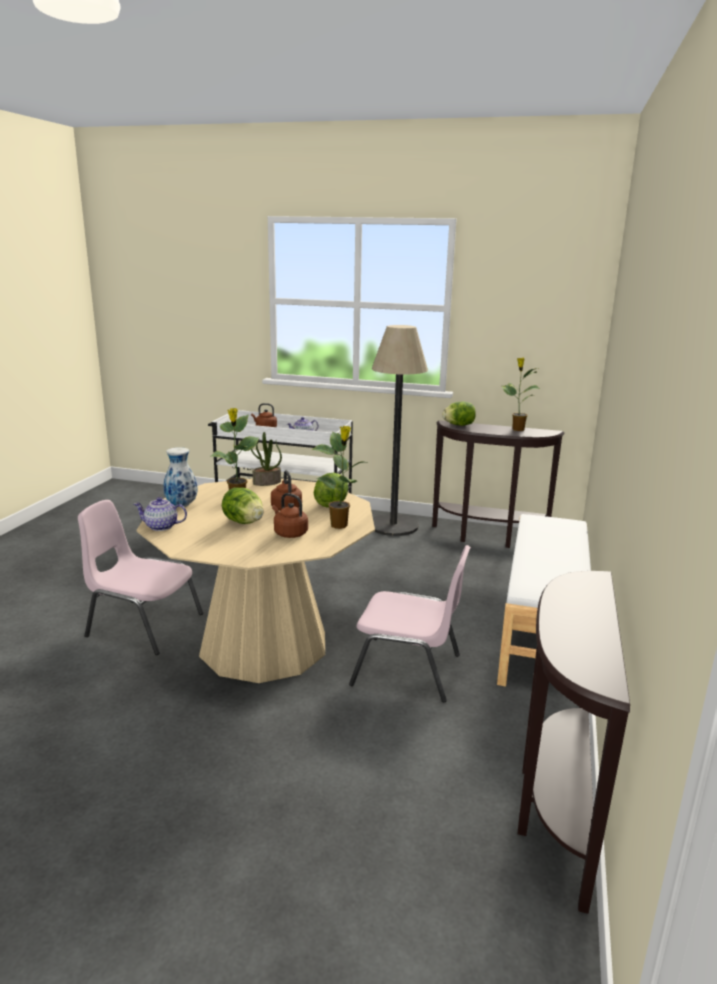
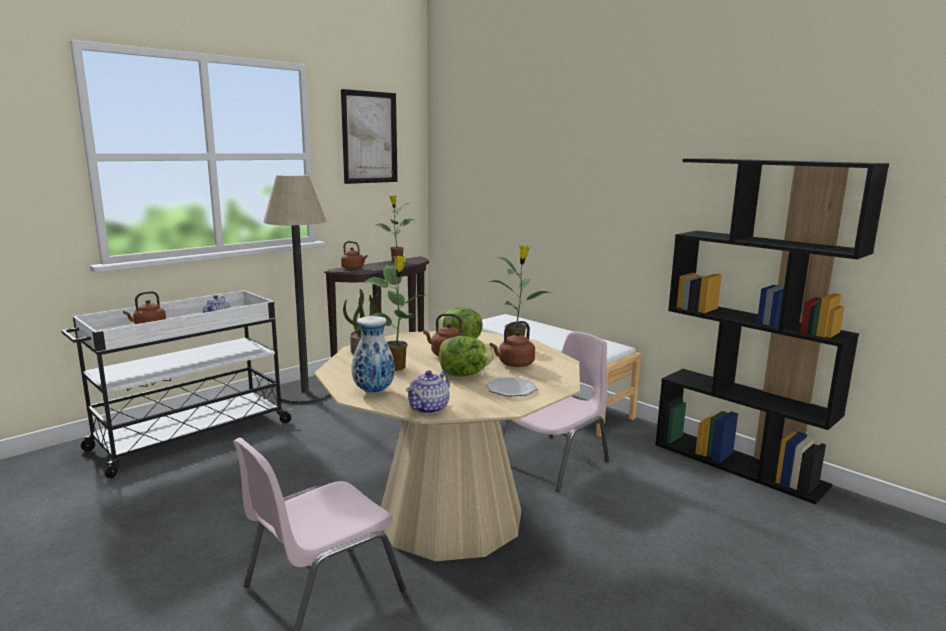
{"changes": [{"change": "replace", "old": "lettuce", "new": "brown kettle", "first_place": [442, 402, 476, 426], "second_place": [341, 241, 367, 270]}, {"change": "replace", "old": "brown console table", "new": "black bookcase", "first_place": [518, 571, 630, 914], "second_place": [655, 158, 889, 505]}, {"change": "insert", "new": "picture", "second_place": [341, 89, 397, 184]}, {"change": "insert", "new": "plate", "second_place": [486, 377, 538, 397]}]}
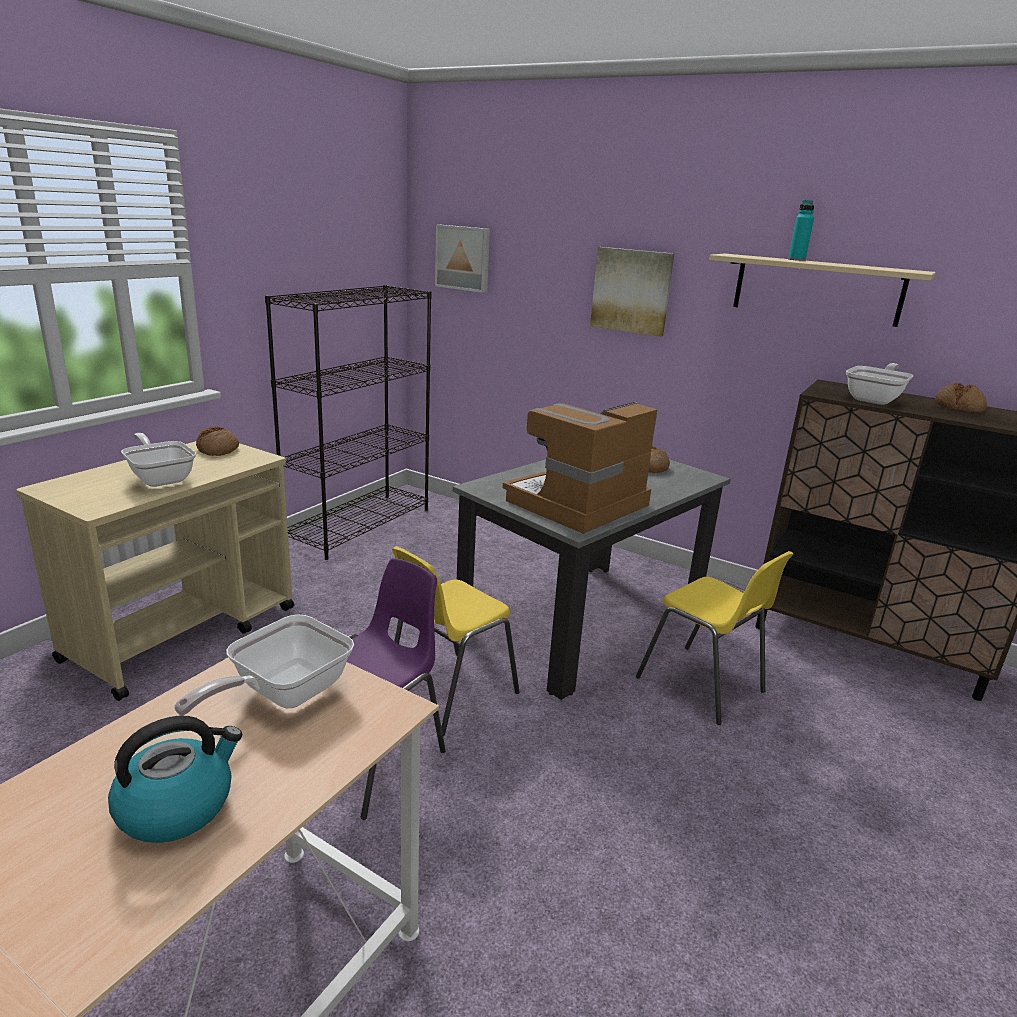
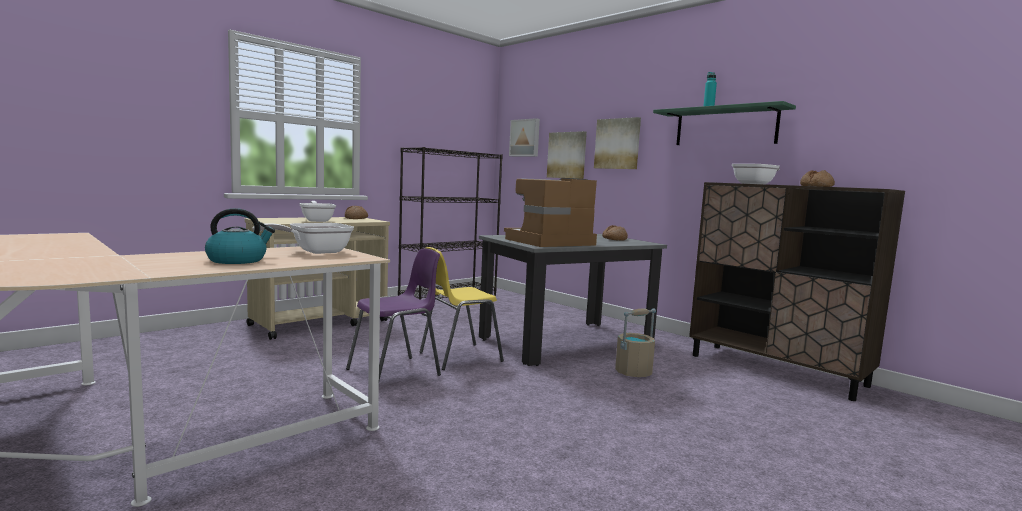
{"changes": [{"change": "recolor", "old": "beige shelf", "new": "green shelf", "first_place": [709, 253, 936, 327], "second_place": [653, 101, 796, 145]}, {"change": "replace", "old": "yellow chair", "new": "beige bucket", "first_place": [636, 551, 794, 725], "second_place": [615, 308, 656, 377]}, {"change": "insert", "new": "picture", "second_place": [547, 131, 587, 179]}]}
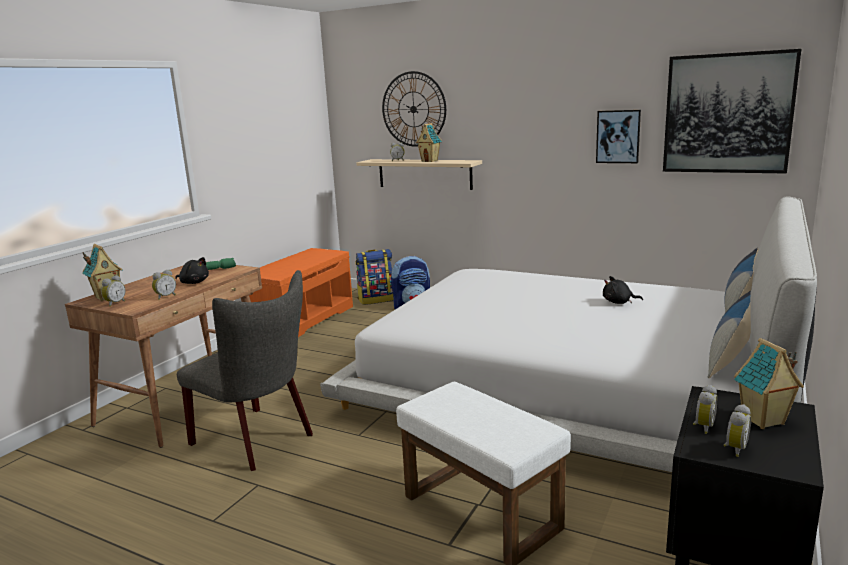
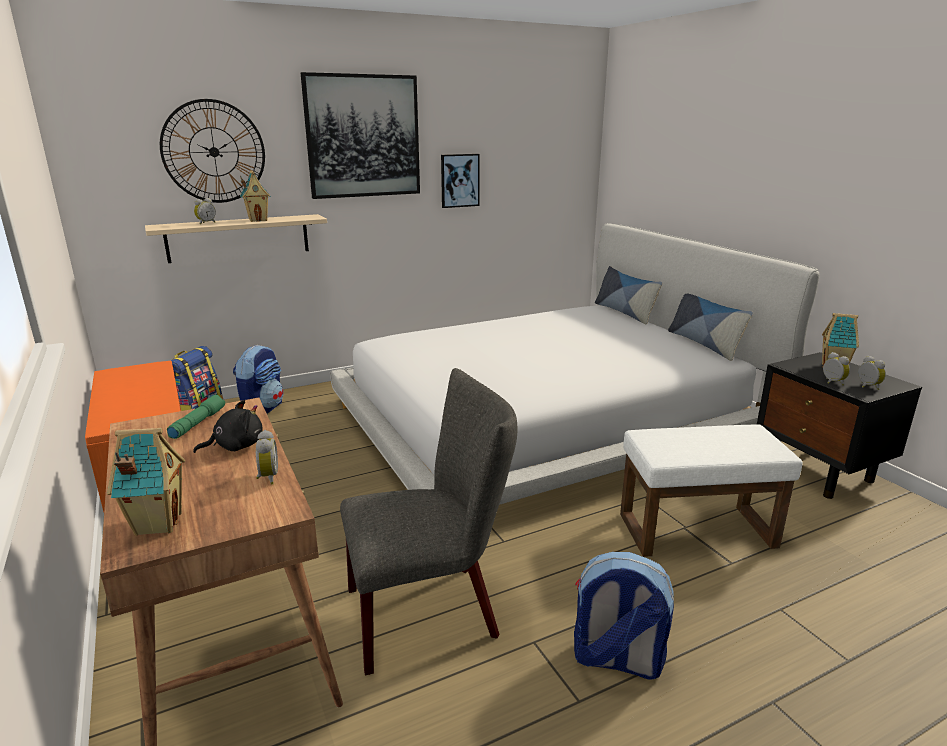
{"changes": [{"change": "move", "old": "picture", "first_place": [663, 49, 801, 174], "second_place": [301, 72, 420, 199]}, {"change": "delete", "old": "alarm clock", "first_place": [101, 275, 125, 307]}, {"change": "delete", "old": "black plush toy", "first_place": [603, 276, 643, 304]}, {"change": "insert", "new": "backpack", "second_place": [574, 552, 674, 680]}]}
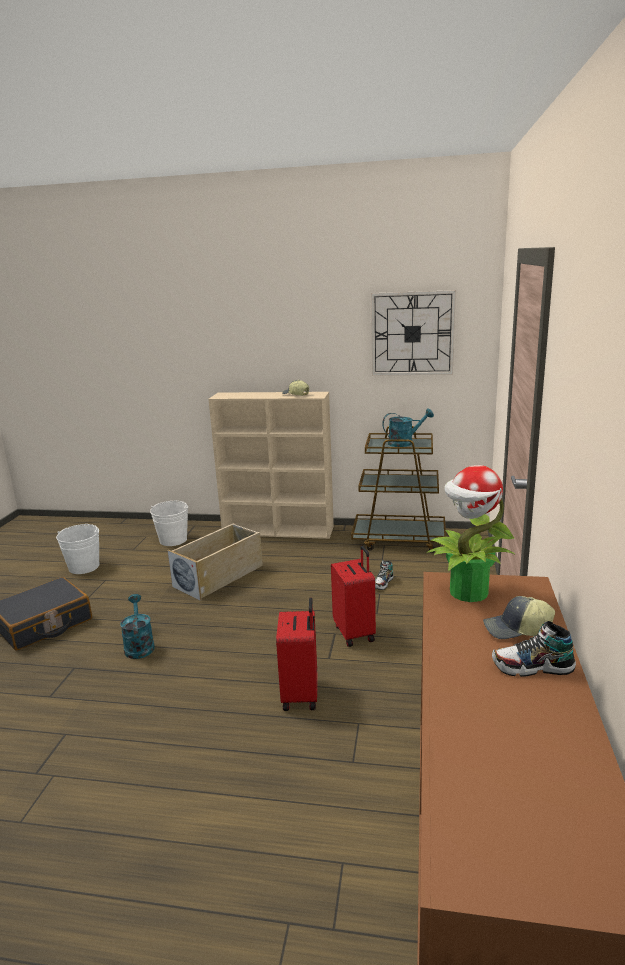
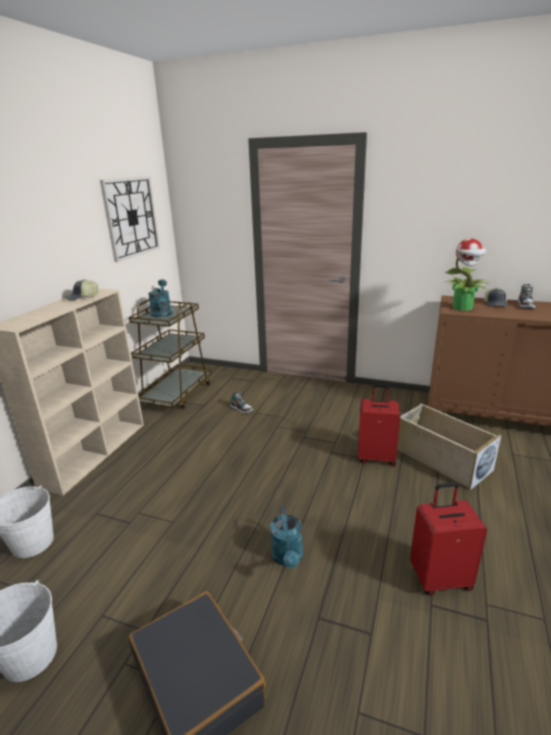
{"changes": [{"change": "move", "old": "beige storage box", "first_place": [167, 523, 263, 601], "second_place": [397, 404, 502, 490]}, {"change": "move", "old": "red suitcase", "first_place": [331, 546, 376, 647], "second_place": [410, 482, 487, 596]}, {"change": "rotate", "old": "turquoise watering can", "first_place": [120, 594, 155, 659], "second_place": [270, 505, 303, 568], "degrees": -90}]}
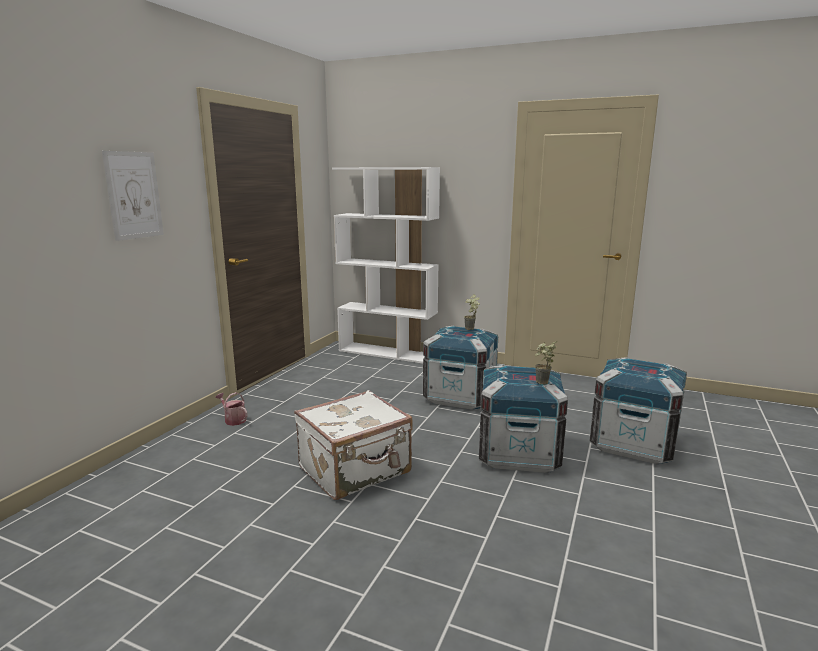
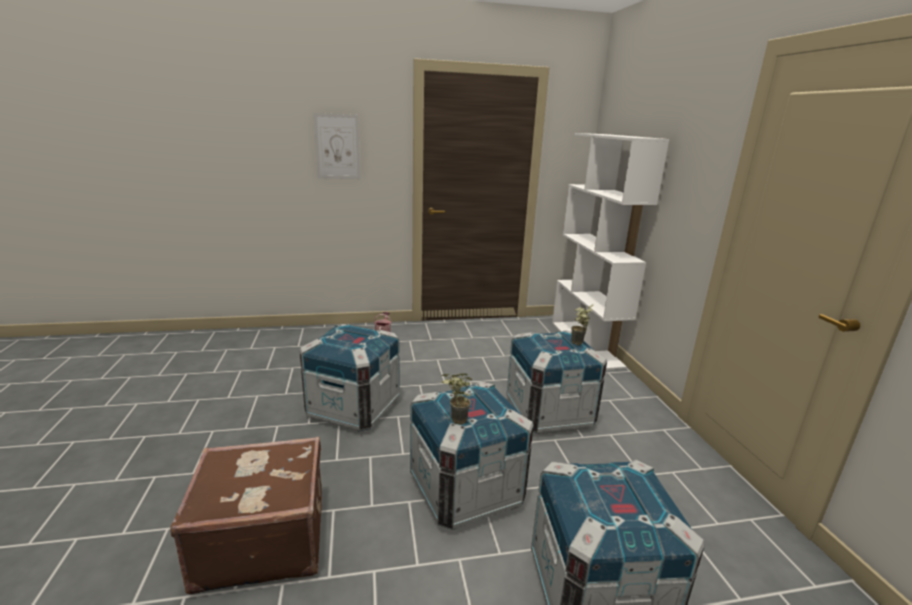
{"changes": [{"change": "replace", "old": "white suitcase", "new": "crate", "first_place": [294, 390, 413, 500], "second_place": [299, 324, 400, 432]}, {"change": "insert", "new": "brown suitcase", "second_place": [170, 437, 322, 594]}]}
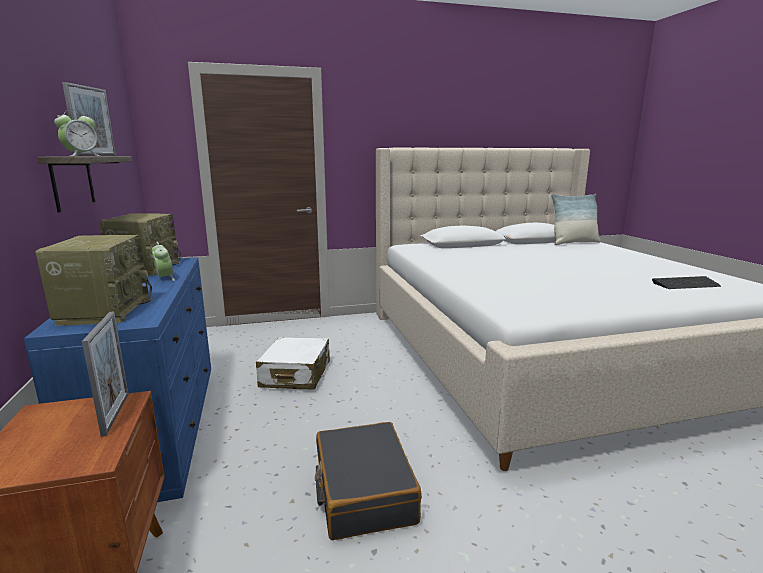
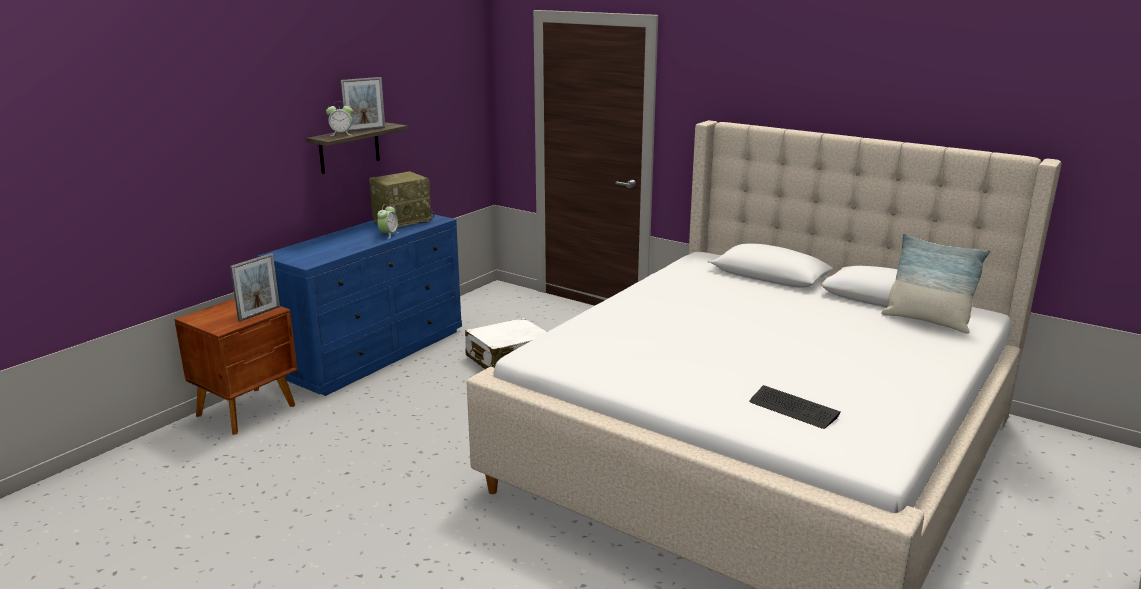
{"changes": [{"change": "delete", "old": "radio", "first_place": [36, 235, 152, 326]}, {"change": "delete", "old": "black suitcase", "first_place": [315, 422, 422, 540]}]}
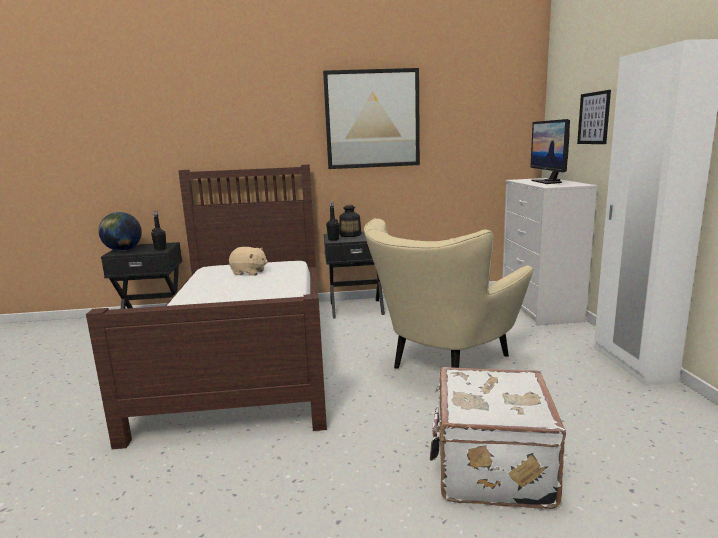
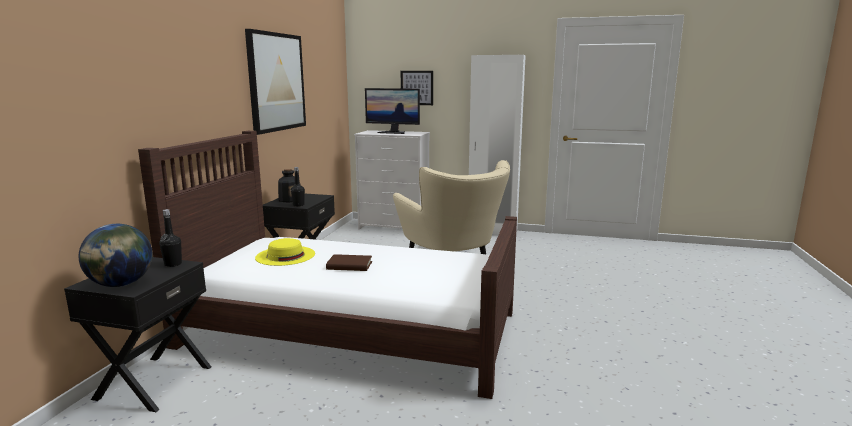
{"changes": [{"change": "replace", "old": "beige plush toy", "new": "yellow hat", "first_place": [229, 247, 268, 276], "second_place": [255, 238, 315, 266]}, {"change": "delete", "old": "white suitcase", "first_place": [430, 367, 566, 509]}, {"change": "insert", "new": "brown book", "second_place": [326, 254, 372, 271]}]}
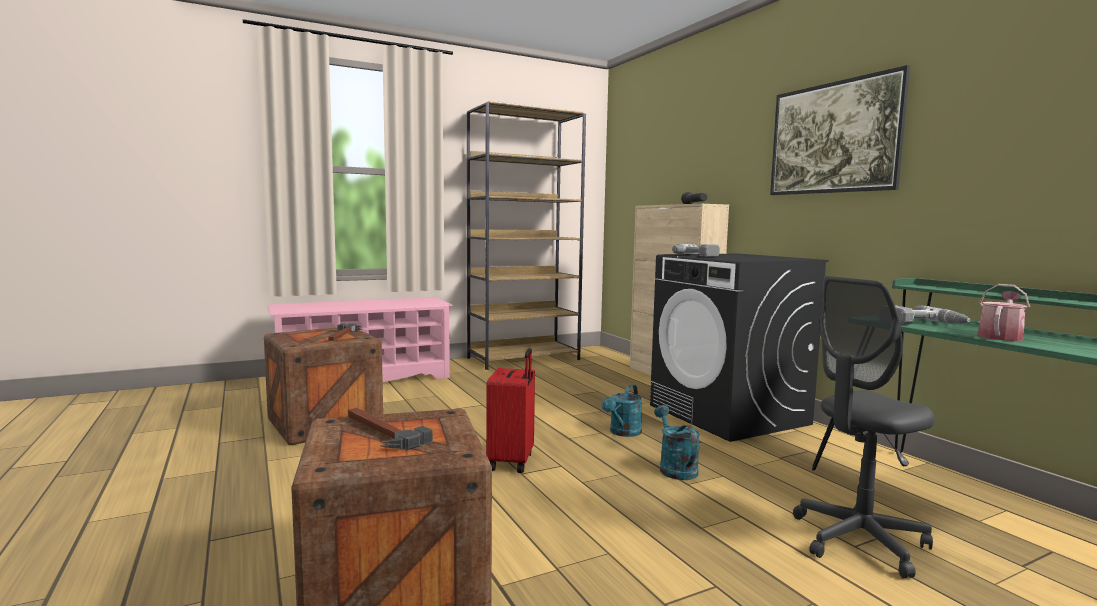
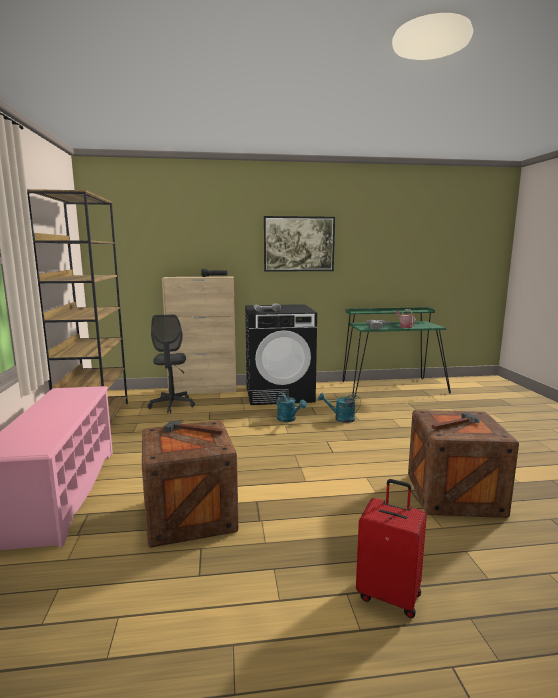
{"changes": [{"change": "move", "old": "grey office chair", "first_place": [793, 276, 935, 578], "second_place": [148, 315, 195, 413]}, {"change": "move", "old": "red suitcase", "first_place": [486, 348, 535, 473], "second_place": [356, 479, 427, 618]}]}
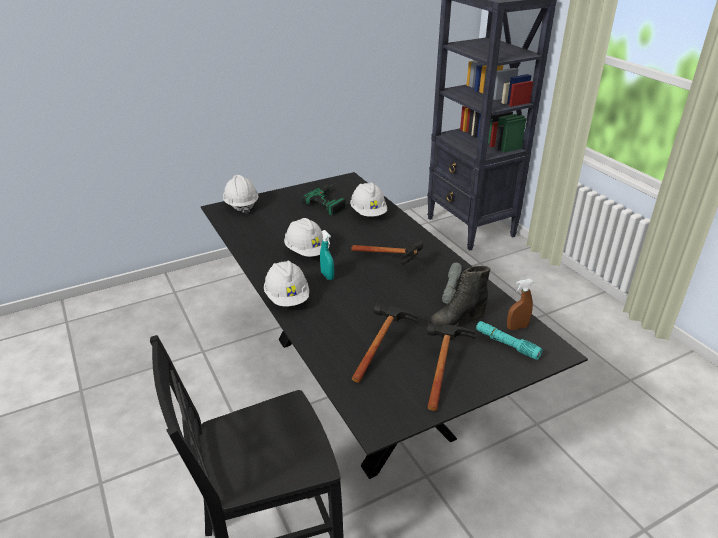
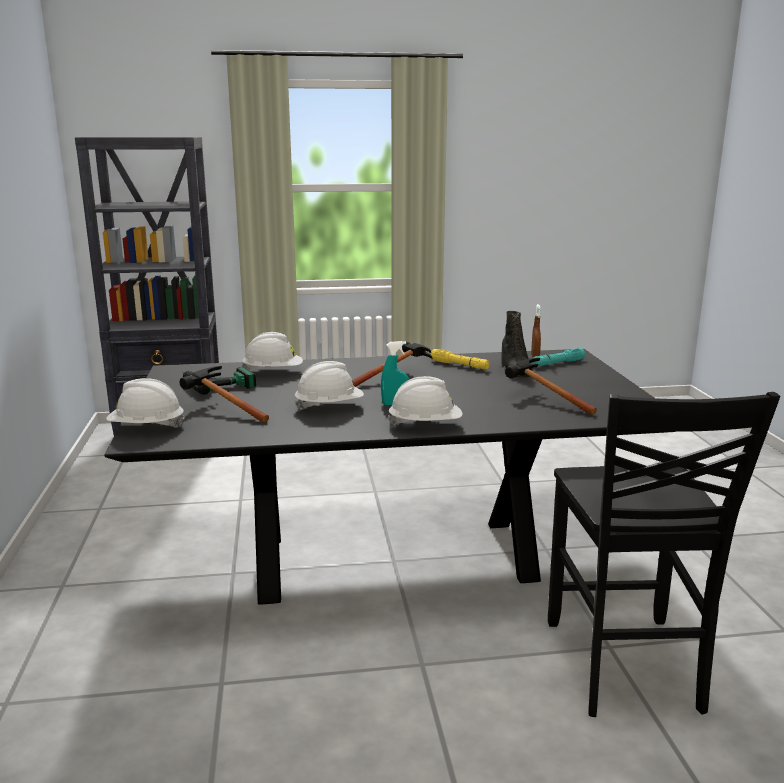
{"changes": [{"change": "recolor", "old": "grey flashlight", "new": "yellow flashlight", "first_place": [442, 262, 462, 304], "second_place": [431, 349, 489, 370]}, {"change": "move", "old": "hammer", "first_place": [427, 323, 476, 411], "second_place": [180, 366, 269, 423]}]}
